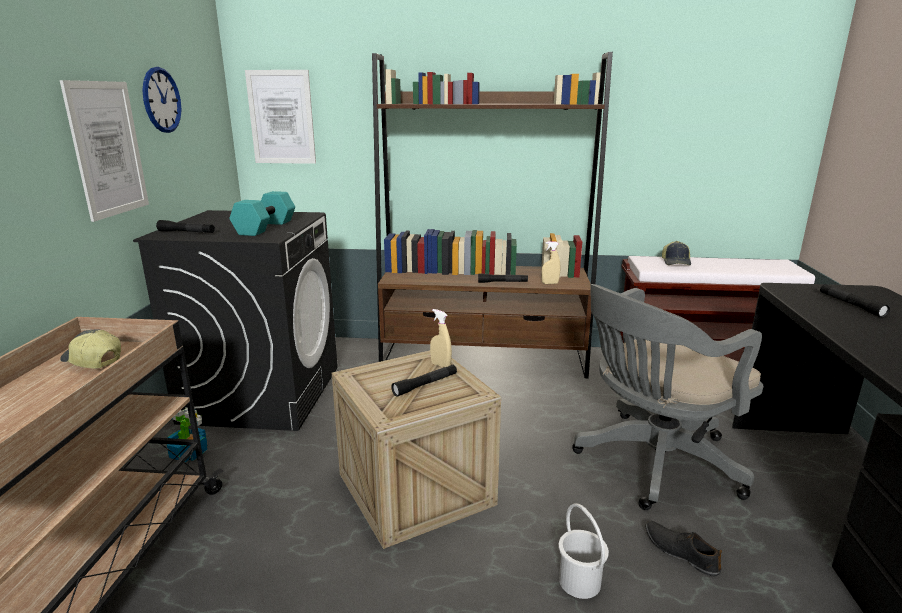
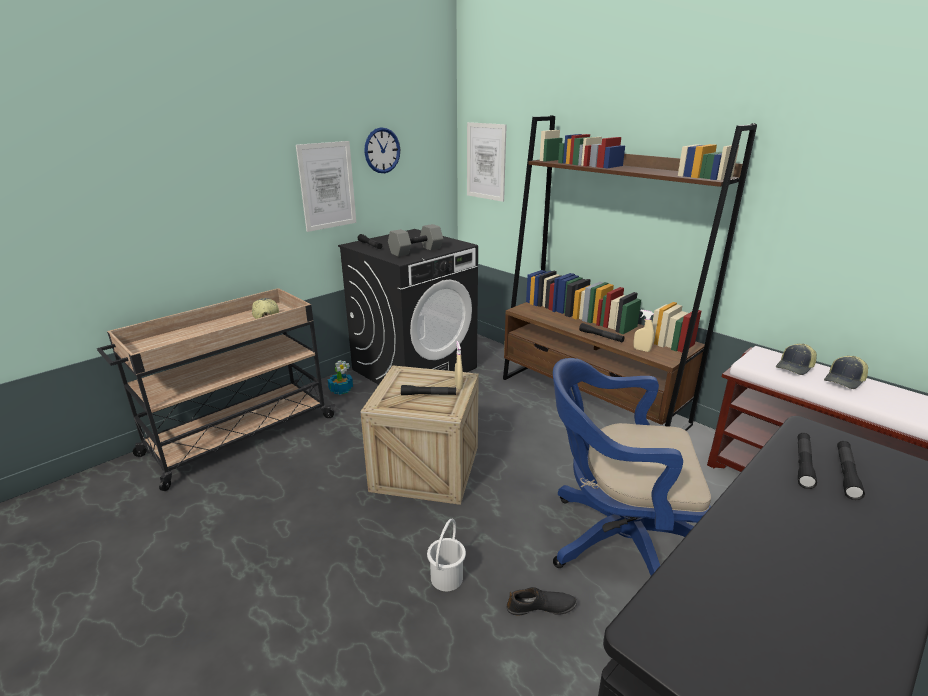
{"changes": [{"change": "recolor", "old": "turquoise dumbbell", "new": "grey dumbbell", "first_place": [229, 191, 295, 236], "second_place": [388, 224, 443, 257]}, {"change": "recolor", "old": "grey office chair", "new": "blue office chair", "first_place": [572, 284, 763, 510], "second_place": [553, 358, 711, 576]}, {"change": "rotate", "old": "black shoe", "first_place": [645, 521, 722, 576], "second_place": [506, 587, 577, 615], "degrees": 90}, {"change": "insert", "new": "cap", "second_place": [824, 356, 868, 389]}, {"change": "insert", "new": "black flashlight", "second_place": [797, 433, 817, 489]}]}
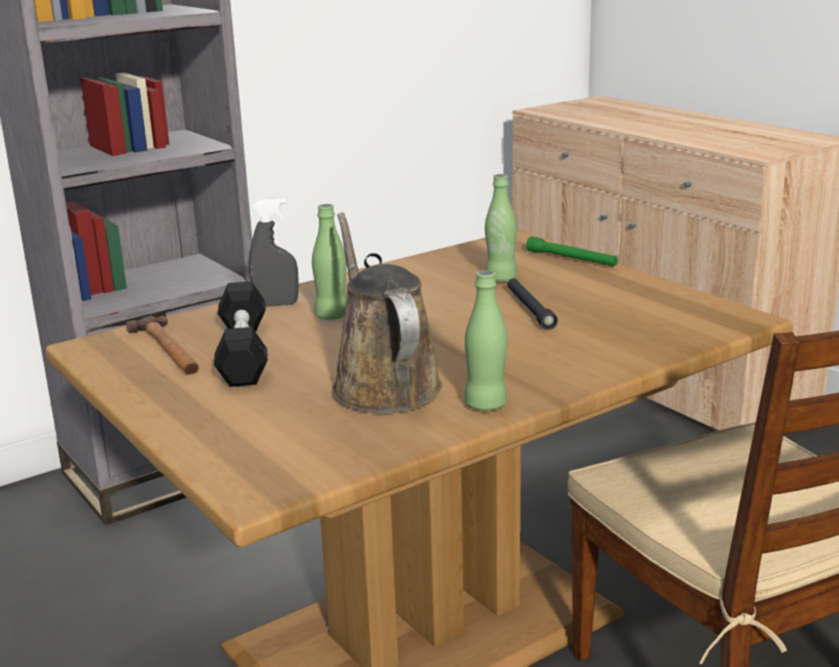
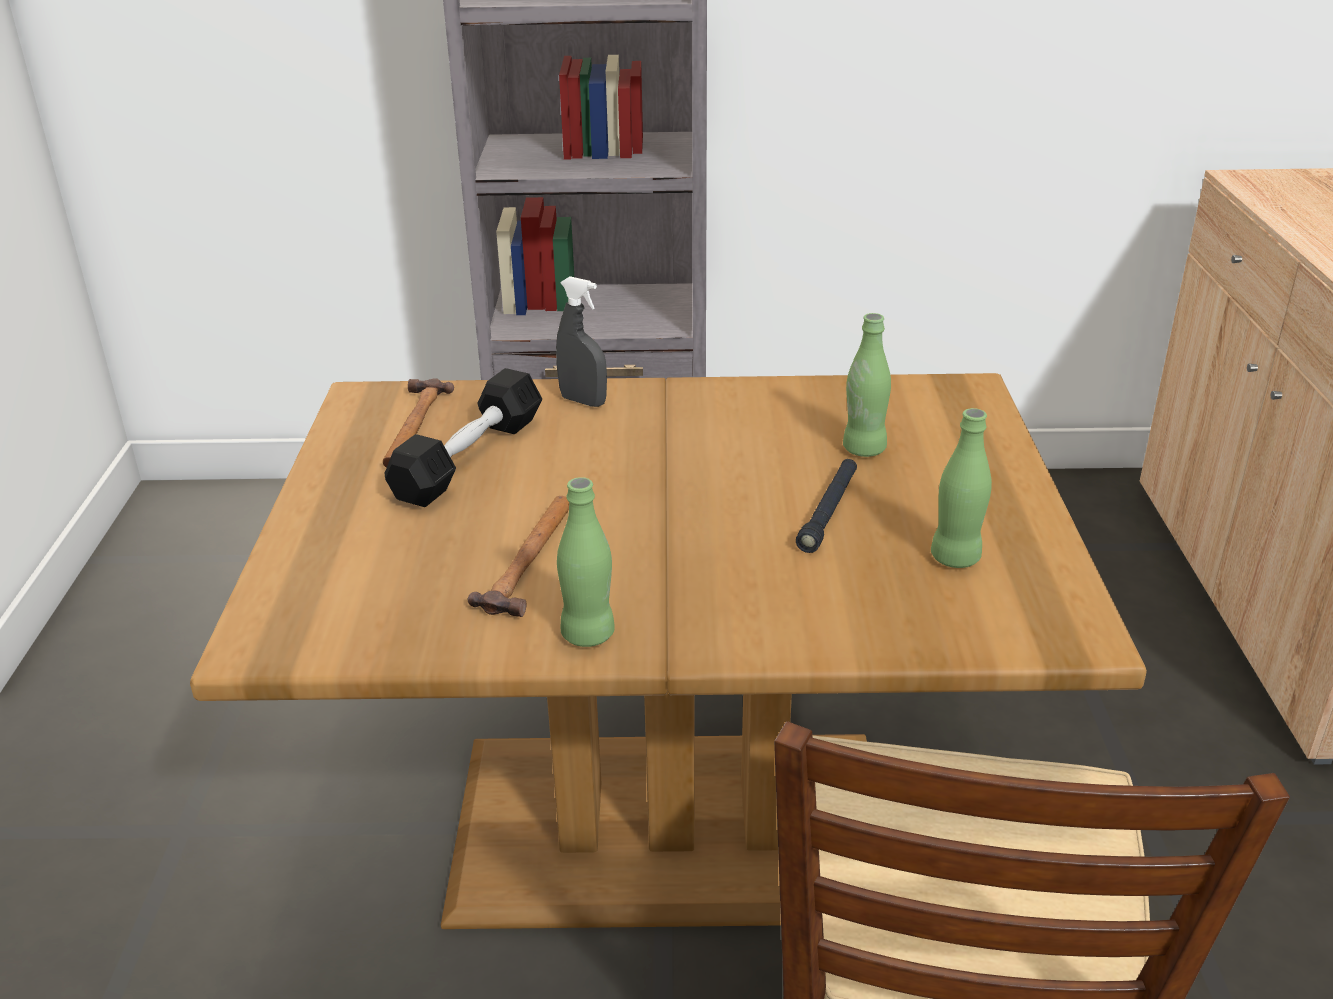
{"changes": [{"change": "move", "old": "green bottle", "first_place": [312, 204, 347, 320], "second_place": [931, 408, 992, 568]}, {"change": "replace", "old": "brown watering can", "new": "hammer", "first_place": [332, 212, 442, 413], "second_place": [468, 496, 569, 617]}, {"change": "delete", "old": "green flashlight", "first_place": [526, 236, 618, 267]}]}
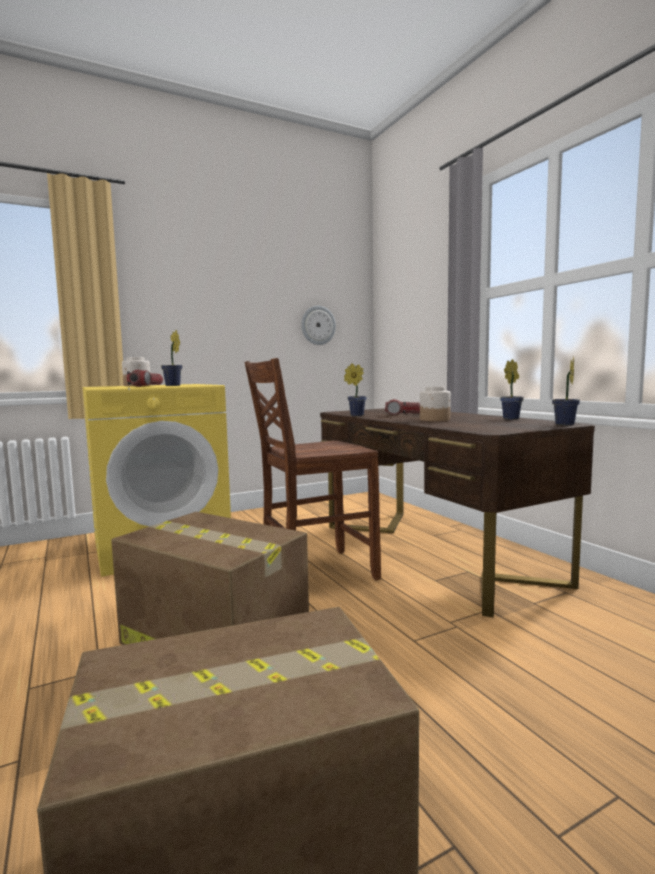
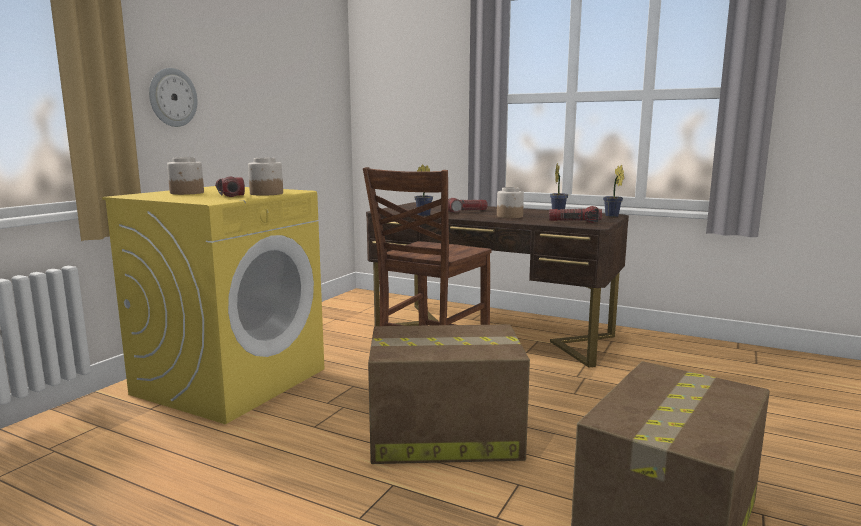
{"changes": [{"change": "move", "old": "wall clock", "first_place": [301, 306, 336, 345], "second_place": [149, 68, 198, 127]}, {"change": "replace", "old": "potted plant", "new": "jar", "first_place": [161, 330, 182, 386], "second_place": [248, 158, 283, 196]}, {"change": "insert", "new": "flashlight", "second_place": [549, 206, 602, 223]}]}
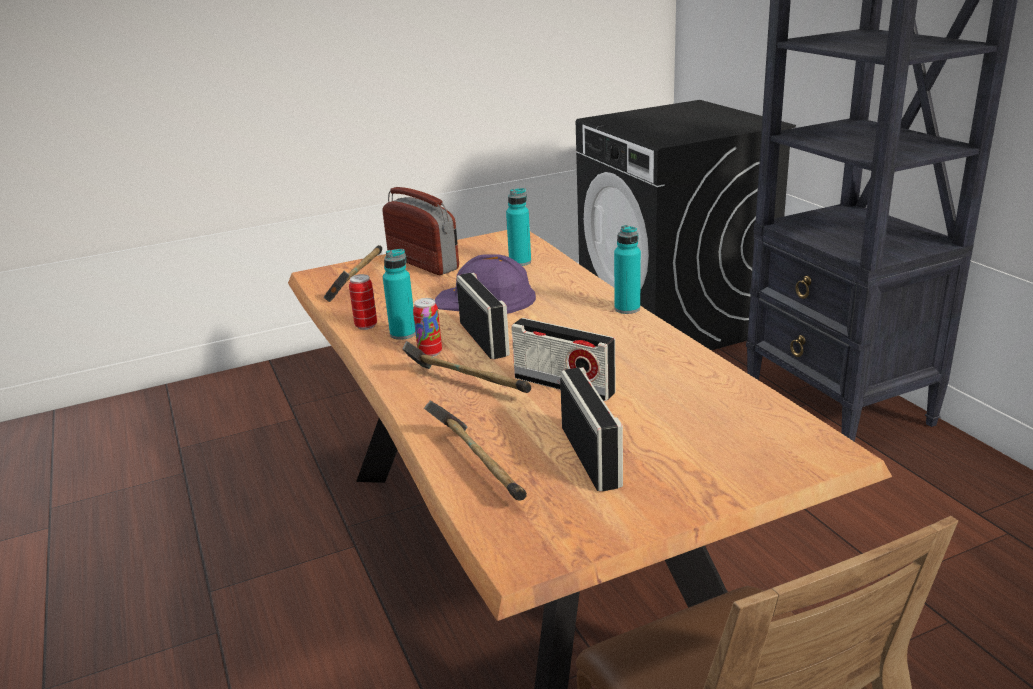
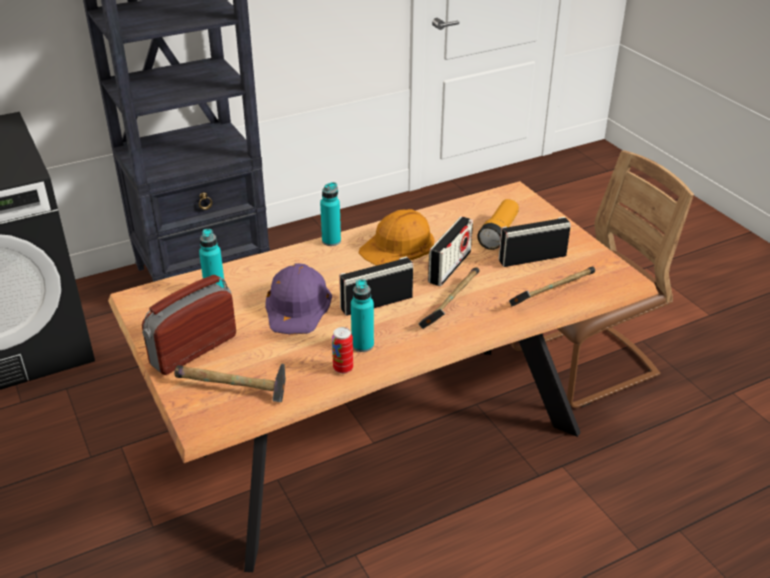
{"changes": [{"change": "delete", "old": "can", "first_place": [413, 298, 442, 357]}, {"change": "insert", "new": "flashlight", "second_place": [477, 199, 519, 250]}, {"change": "insert", "new": "orange hard hat", "second_place": [358, 209, 434, 266]}]}
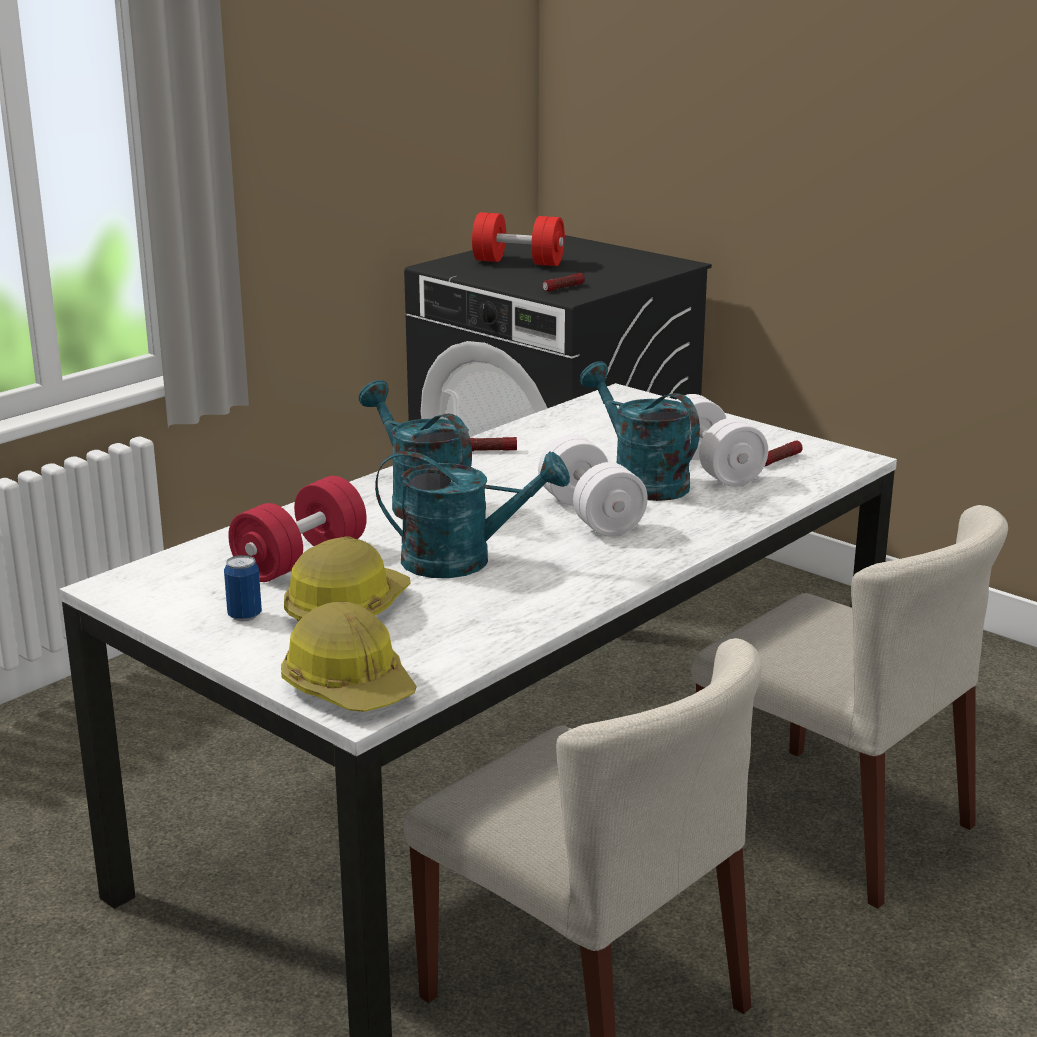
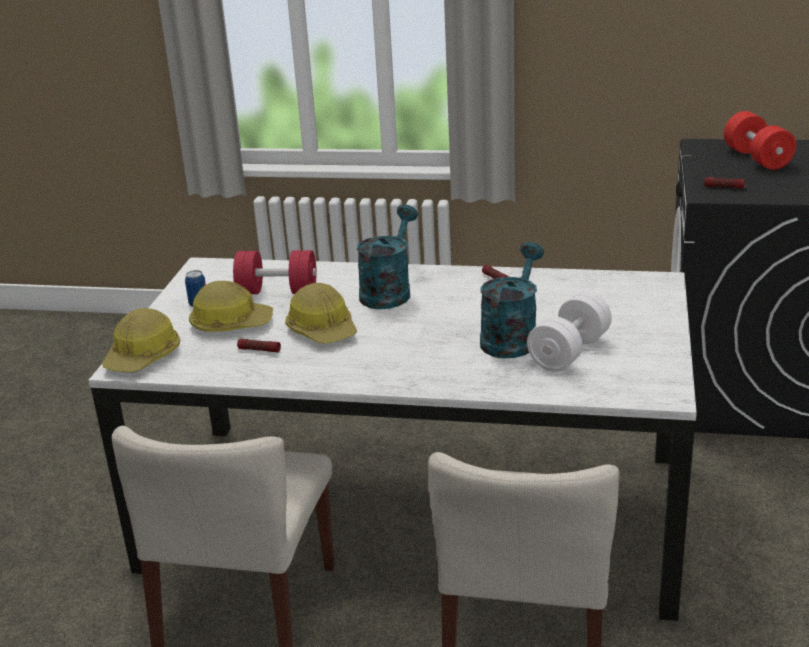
{"changes": [{"change": "delete", "old": "white dumbbell", "first_place": [538, 435, 648, 537]}, {"change": "move", "old": "flashlight", "first_place": [764, 440, 803, 467], "second_place": [237, 339, 281, 352]}, {"change": "replace", "old": "turquoise watering can", "new": "hard hat", "first_place": [375, 451, 570, 578], "second_place": [285, 283, 357, 344]}]}
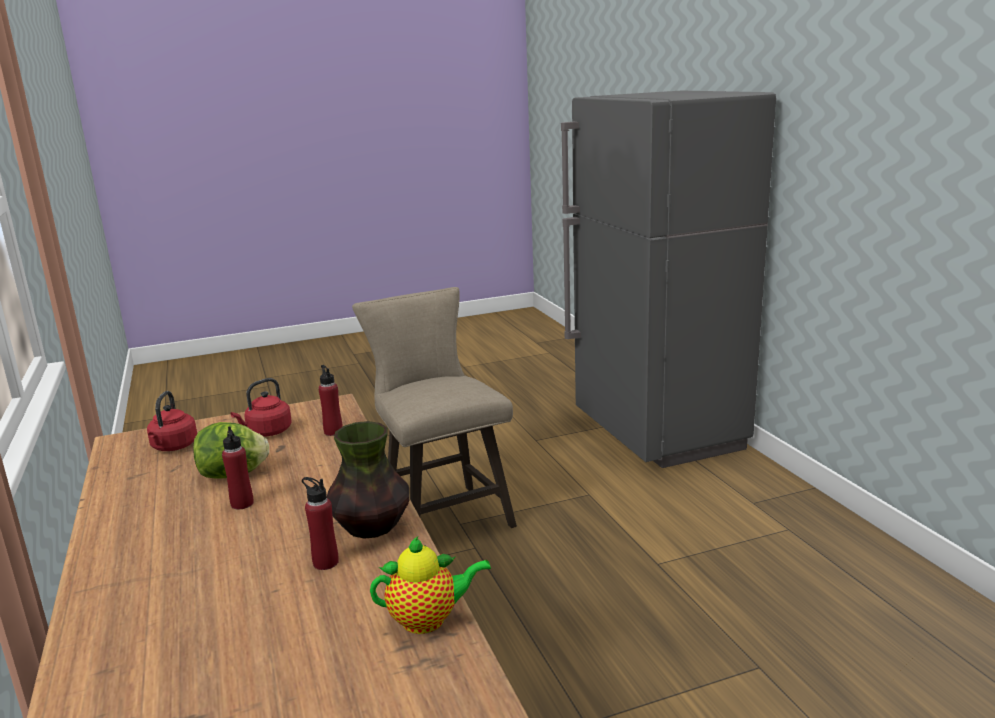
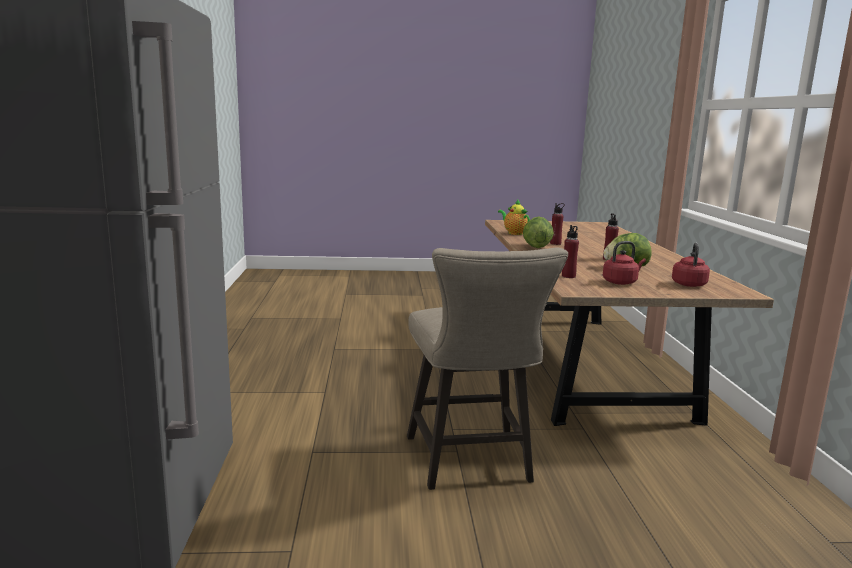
{"changes": [{"change": "replace", "old": "vase", "new": "lettuce", "first_place": [327, 421, 409, 539], "second_place": [523, 217, 554, 248]}, {"change": "rotate", "old": "teapot", "first_place": [370, 536, 491, 634], "second_place": [498, 199, 530, 235], "degrees": 45}]}
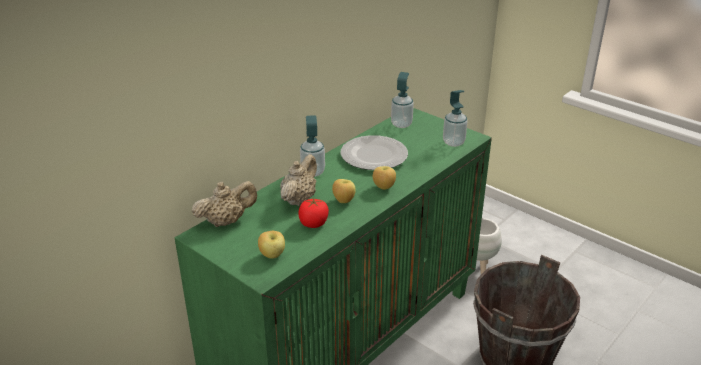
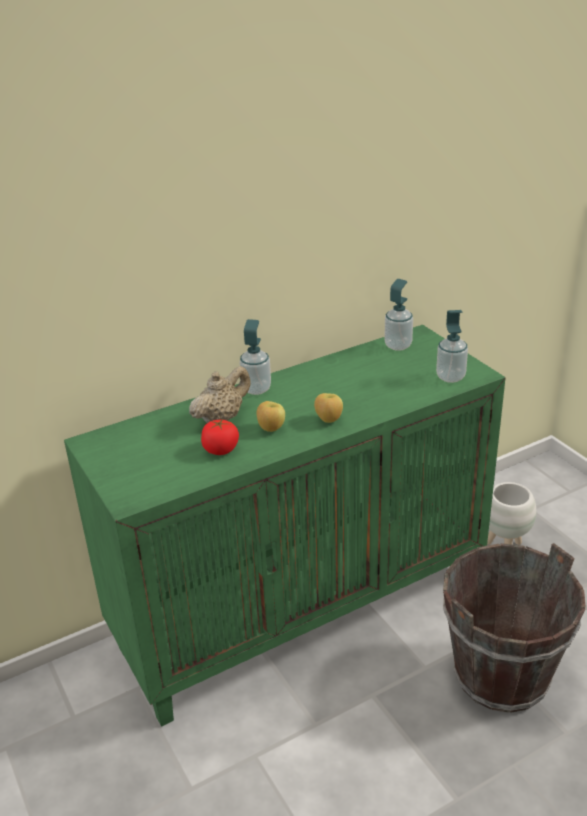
{"changes": [{"change": "delete", "old": "plate", "first_place": [340, 135, 408, 170]}, {"change": "delete", "old": "beige teapot", "first_place": [191, 181, 257, 227]}, {"change": "delete", "old": "apple", "first_place": [258, 231, 285, 259]}]}
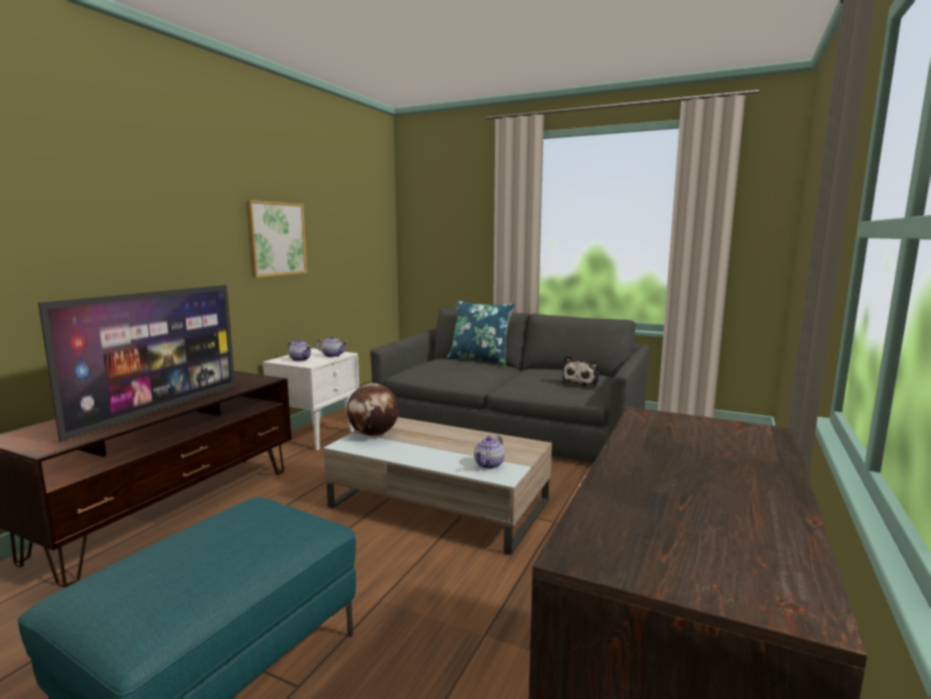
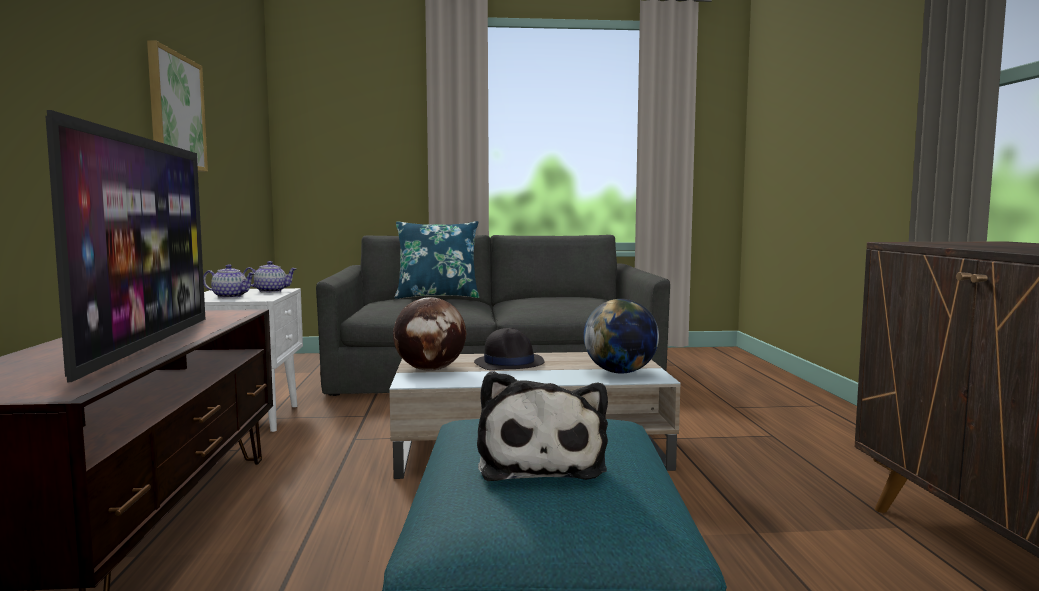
{"changes": [{"change": "move", "old": "plush toy", "first_place": [562, 355, 599, 387], "second_place": [477, 371, 608, 481]}, {"change": "replace", "old": "teapot", "new": "globe", "first_place": [474, 436, 505, 469], "second_place": [583, 299, 659, 373]}, {"change": "insert", "new": "black hat", "second_place": [474, 328, 545, 370]}]}
